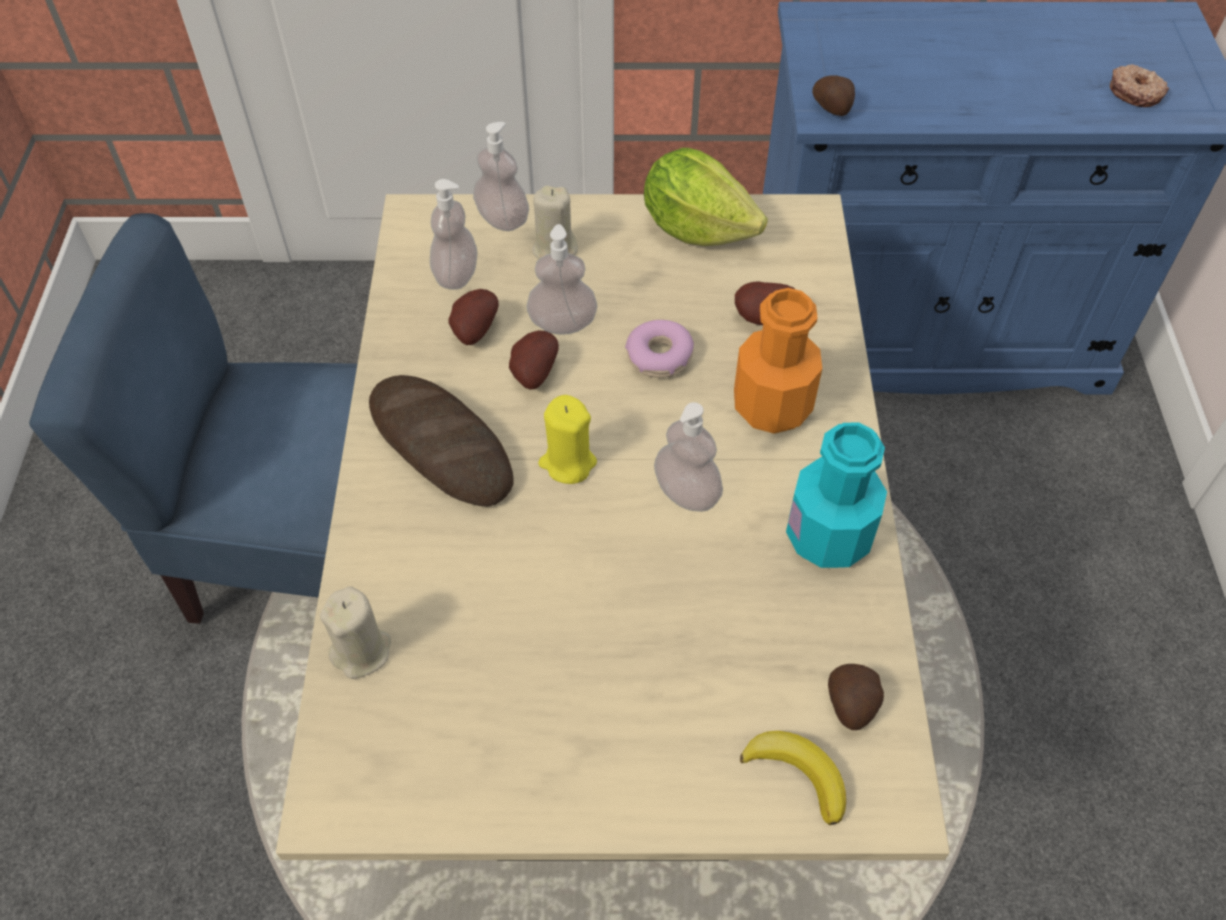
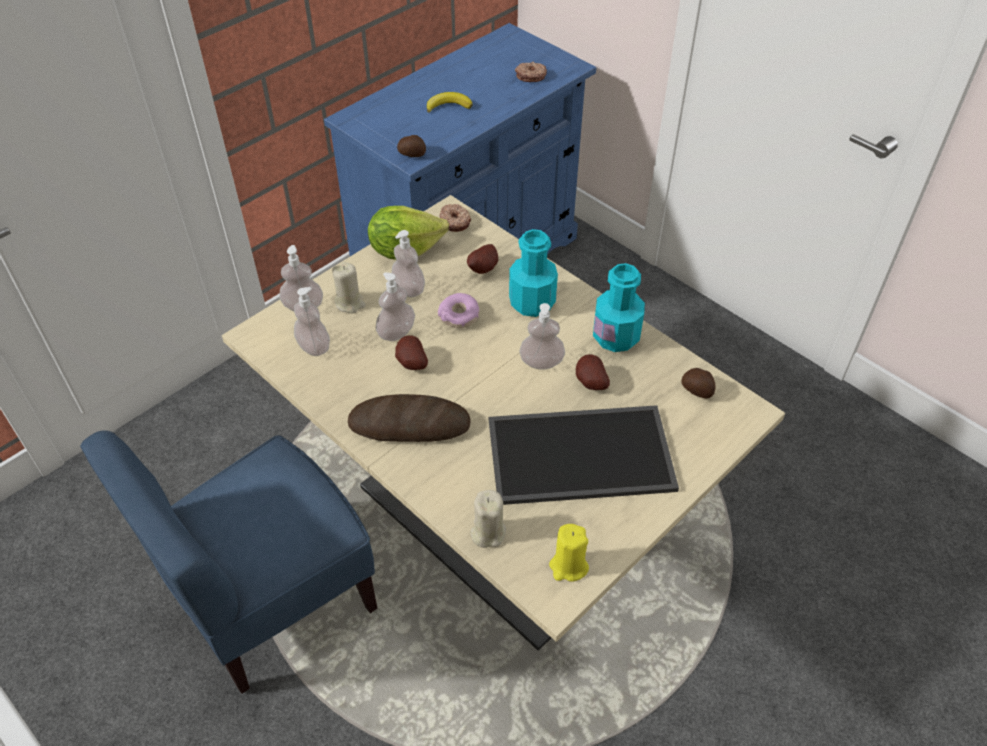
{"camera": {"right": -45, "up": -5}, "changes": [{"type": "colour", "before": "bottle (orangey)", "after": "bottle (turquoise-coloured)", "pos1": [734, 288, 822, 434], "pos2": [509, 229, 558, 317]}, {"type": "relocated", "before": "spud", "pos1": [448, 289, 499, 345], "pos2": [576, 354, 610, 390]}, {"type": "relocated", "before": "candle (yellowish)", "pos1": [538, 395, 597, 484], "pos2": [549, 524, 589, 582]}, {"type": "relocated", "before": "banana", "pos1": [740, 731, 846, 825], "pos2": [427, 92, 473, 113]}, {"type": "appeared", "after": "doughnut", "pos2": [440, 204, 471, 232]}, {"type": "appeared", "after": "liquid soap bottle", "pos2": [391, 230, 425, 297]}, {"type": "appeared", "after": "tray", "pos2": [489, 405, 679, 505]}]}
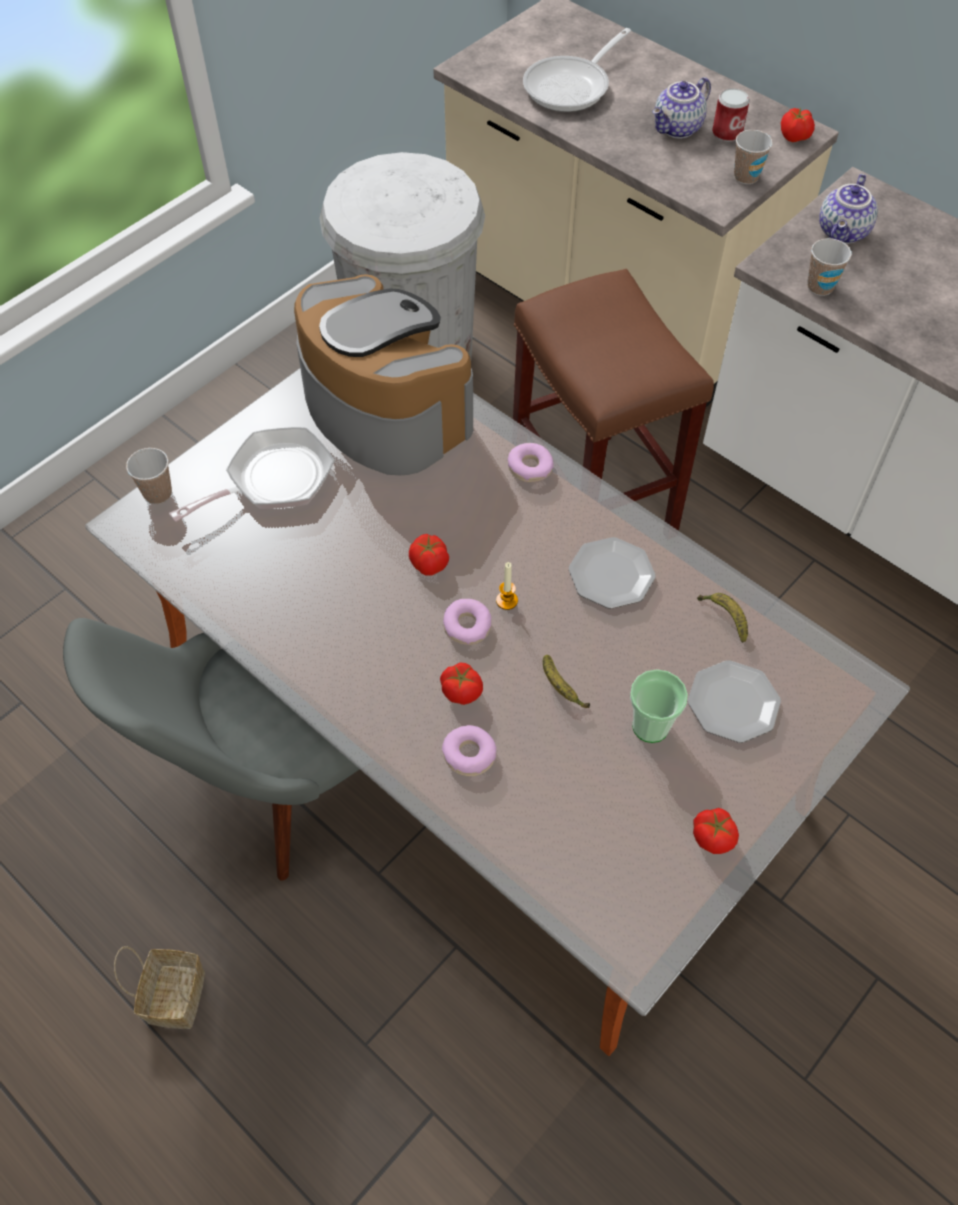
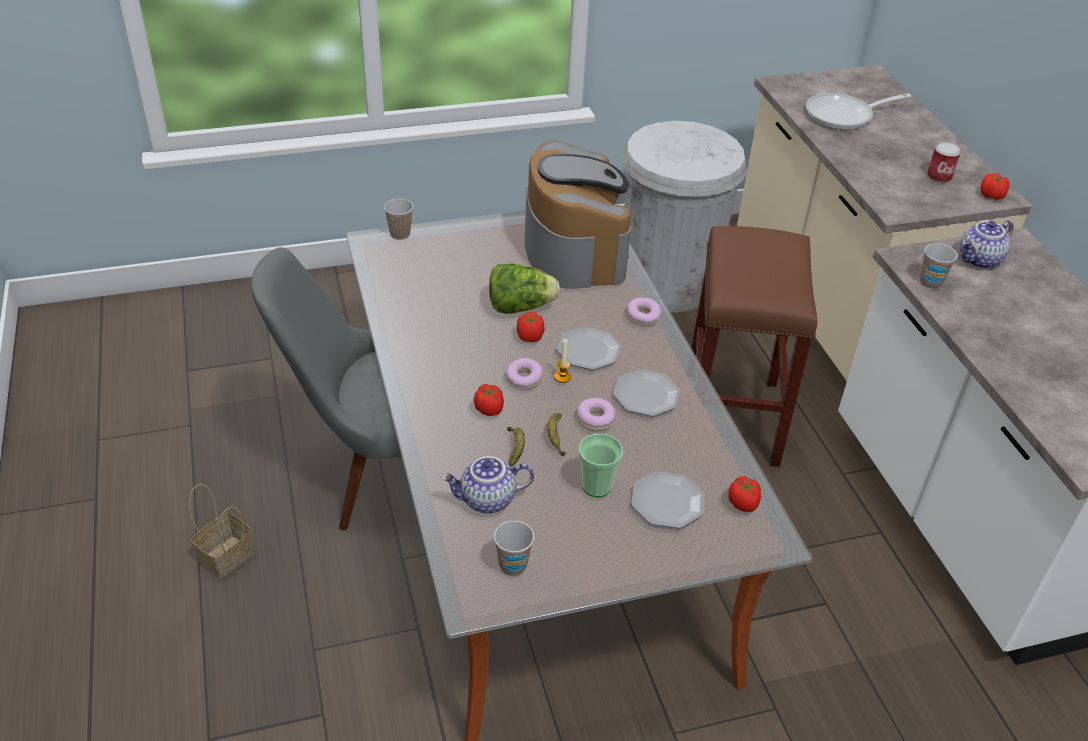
{"camera": {"right": 30, "up": -15}, "changes": [{"type": "relocated", "before": "tea pot", "pos1": [653, 77, 711, 138], "pos2": [441, 456, 534, 513]}, {"type": "relocated", "before": "small cup", "pos1": [734, 130, 773, 184], "pos2": [494, 521, 534, 576]}, {"type": "missing", "before": "skillet", "pos1": [169, 427, 335, 522]}, {"type": "relocated", "before": "banana", "pos1": [697, 593, 748, 643], "pos2": [507, 427, 525, 467]}, {"type": "relocated", "before": "doughnut", "pos1": [442, 725, 496, 776], "pos2": [577, 398, 616, 430]}, {"type": "relocated", "before": "tomato", "pos1": [693, 808, 739, 854], "pos2": [728, 476, 761, 512]}, {"type": "appeared", "after": "lettuce", "pos2": [489, 264, 560, 314]}, {"type": "appeared", "after": "dinner plate", "pos2": [556, 327, 622, 370]}]}
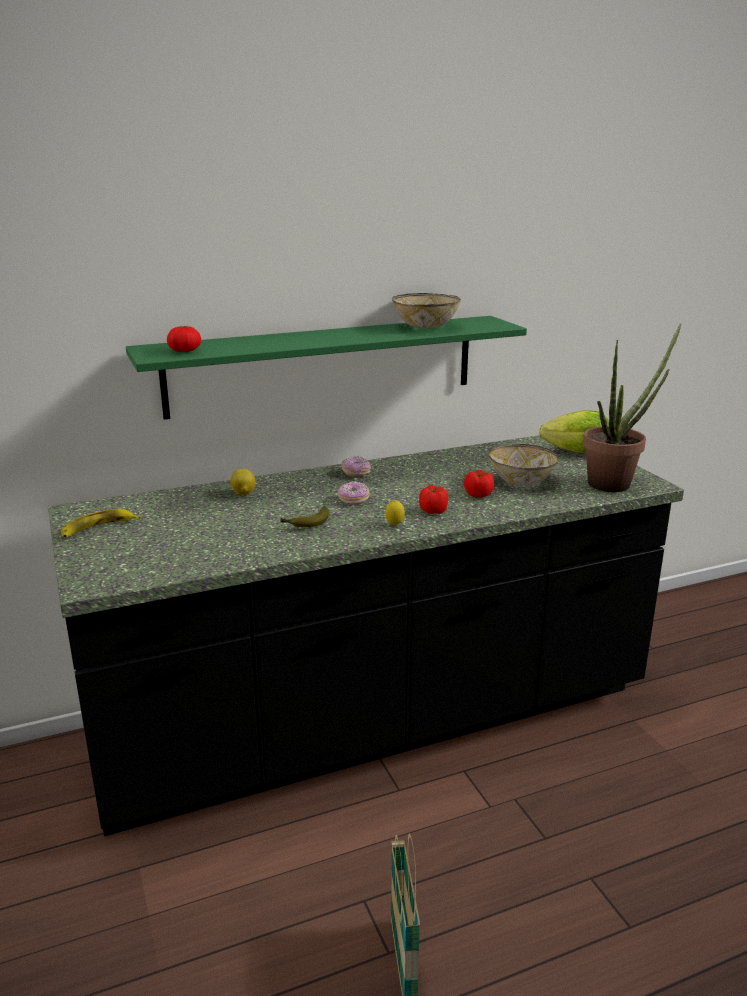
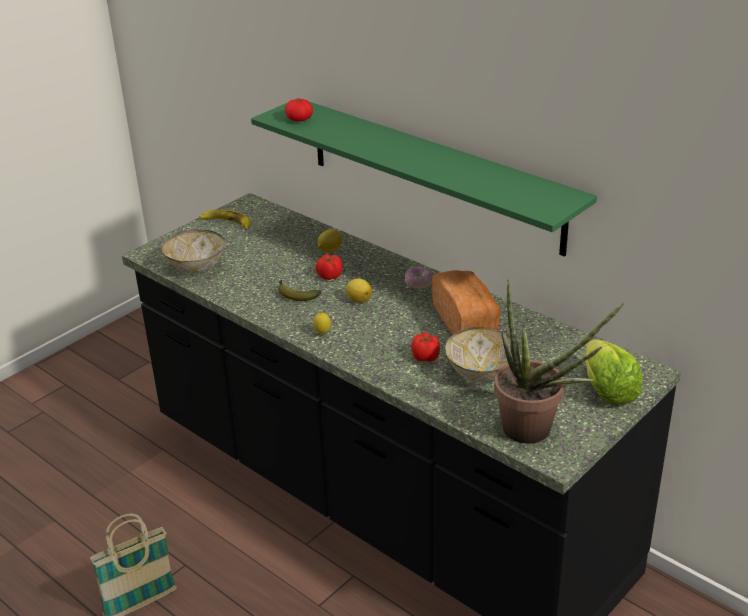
{"camera": {"right": 65, "up": 10}, "changes": [{"type": "relocated", "before": "serving bowl", "pos1": [392, 293, 461, 328], "pos2": [161, 229, 225, 273]}, {"type": "exchanged", "before": "doughnut", "after": "whole lemon", "pos1": [338, 481, 369, 505], "pos2": [346, 278, 372, 303]}, {"type": "relocated", "before": "tomato", "pos1": [419, 485, 448, 514], "pos2": [316, 254, 343, 280]}, {"type": "appeared", "after": "bread", "pos2": [432, 270, 500, 335]}]}
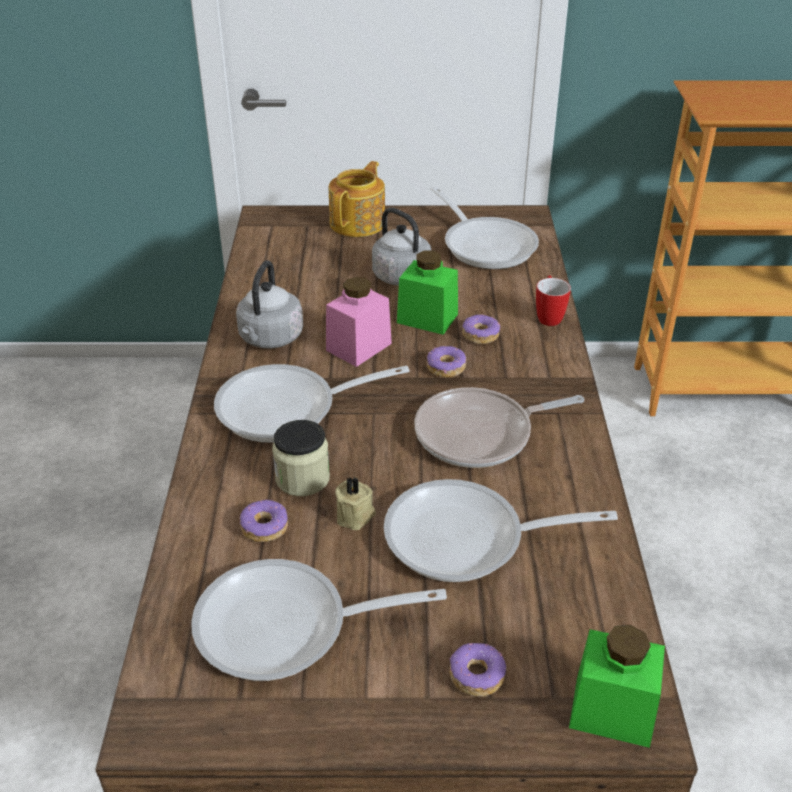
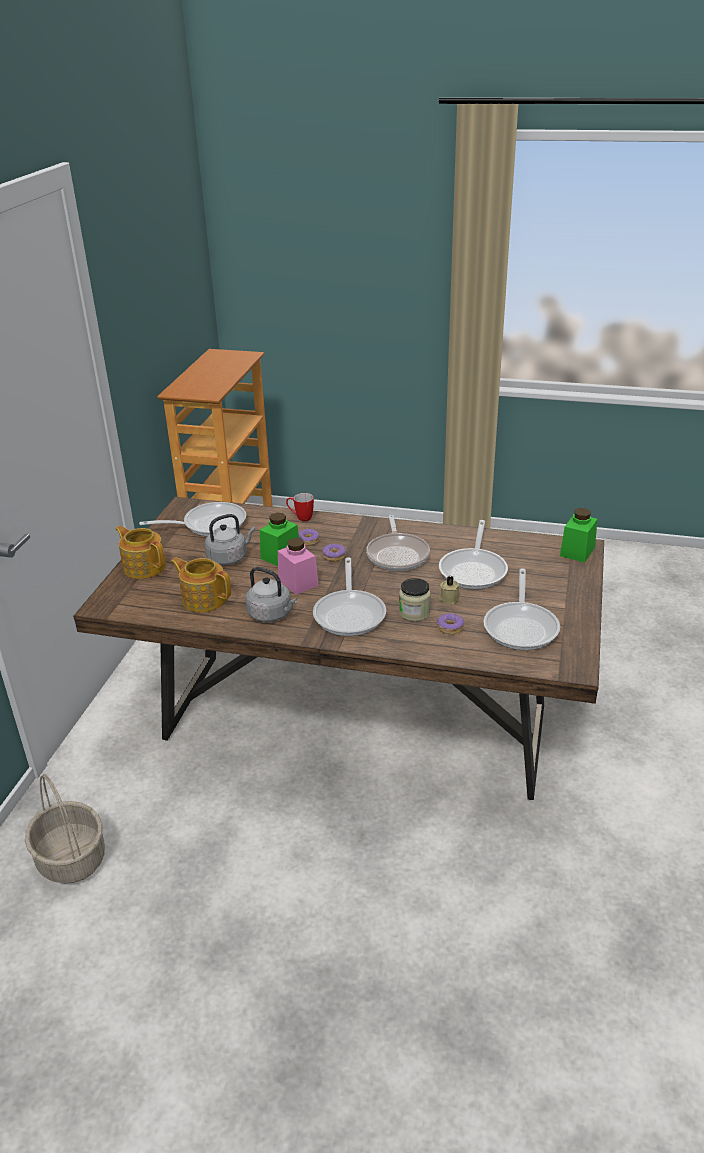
{"camera": {"right": -75, "up": -5}, "changes": [{"type": "missing", "before": "doughnut", "pos1": [449, 643, 506, 697]}, {"type": "appeared", "after": "tea pot", "pos2": [171, 558, 231, 612]}, {"type": "appeared", "after": "storage basket", "pos2": [25, 774, 105, 884]}]}
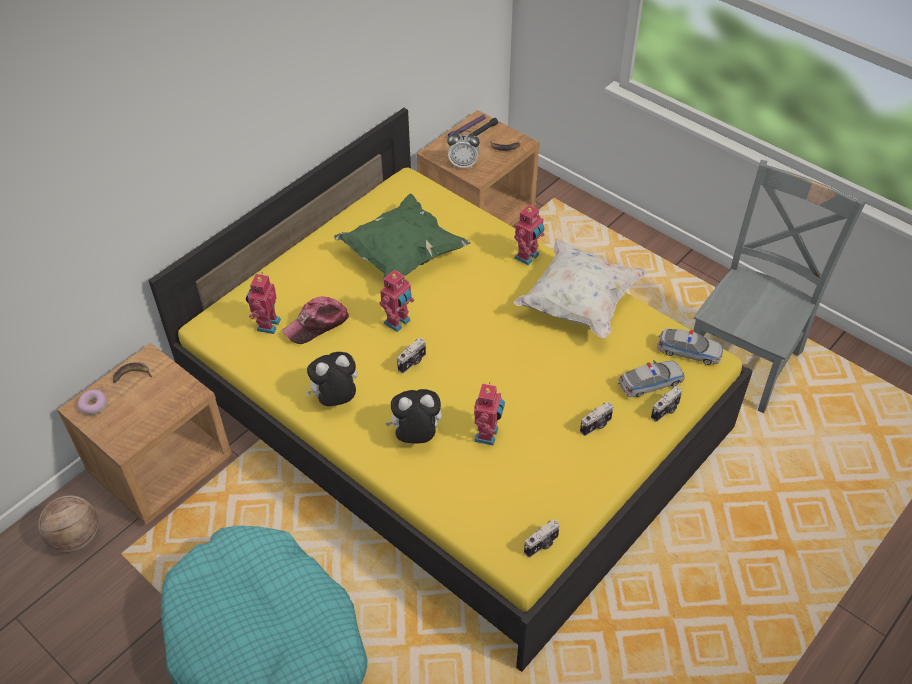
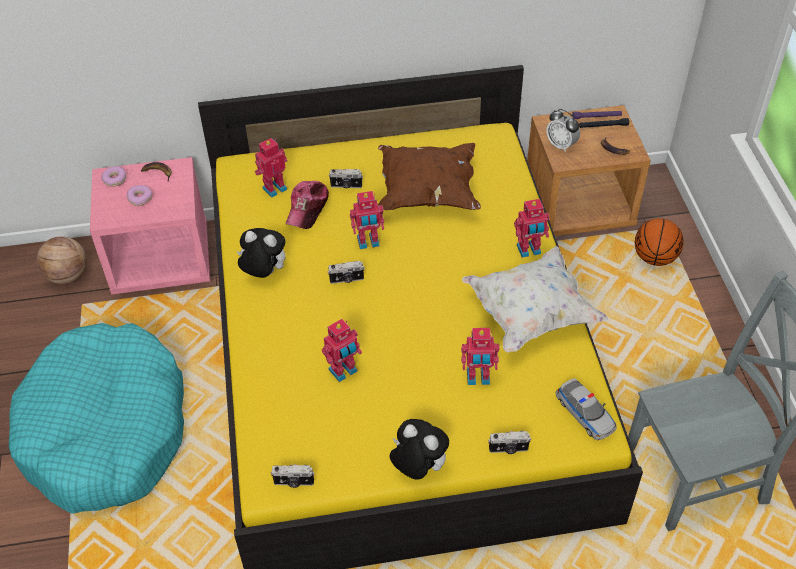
{"camera": {"right": 40, "up": 0}, "changes": [{"type": "colour", "before": "pillow (green-coloured)", "after": "pillow (brown)", "pos1": [334, 194, 471, 278], "pos2": [378, 143, 481, 210]}, {"type": "spun", "before": "peaked cap", "pos1": [282, 296, 349, 344], "pos2": [286, 181, 329, 229], "turn": -75}, {"type": "colour", "before": "nightstand (brown)", "after": "nightstand (pink)", "pos1": [57, 343, 233, 525], "pos2": [90, 157, 210, 295]}, {"type": "missing", "before": "miniature car", "pos1": [618, 360, 685, 397]}, {"type": "relocated", "before": "cuddly toy", "pos1": [385, 389, 442, 444], "pos2": [390, 419, 449, 480]}, {"type": "relocated", "before": "photo camera", "pos1": [580, 402, 613, 436], "pos2": [329, 169, 363, 188]}, {"type": "appeared", "after": "doughnut", "pos2": [127, 185, 153, 206]}, {"type": "appeared", "after": "ball for basketball", "pos2": [635, 218, 684, 266]}, {"type": "appeared", "after": "model robot", "pos2": [461, 328, 500, 385]}]}
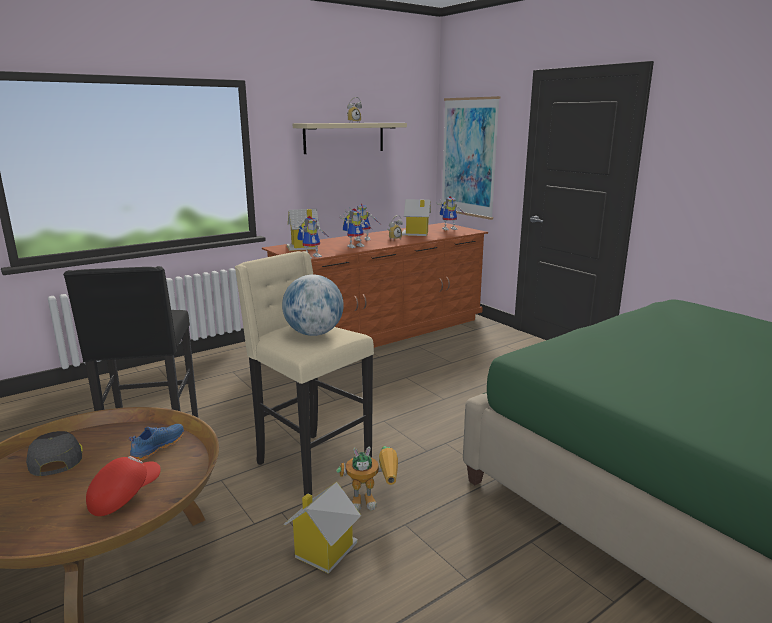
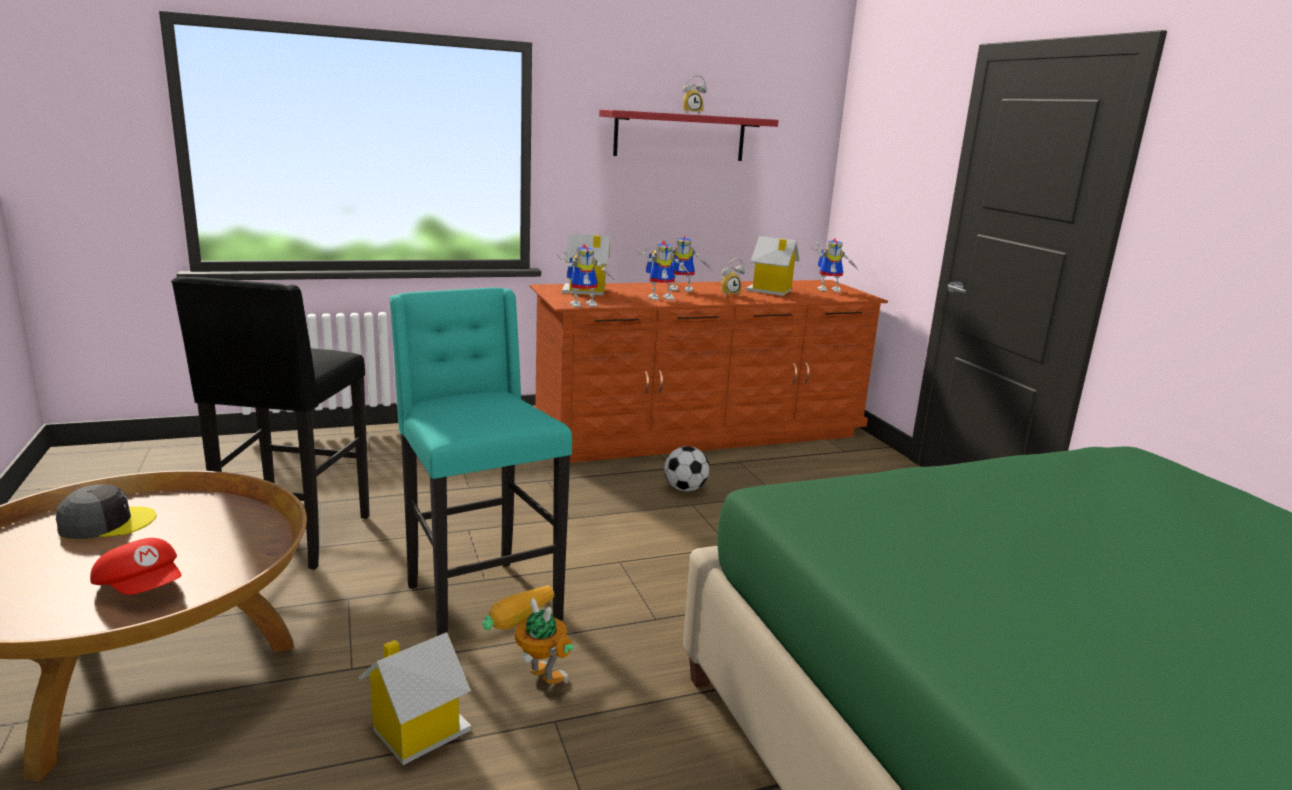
{"camera": {"right": 15, "up": 0}, "changes": [{"type": "missing", "before": "wall art", "pos1": [442, 96, 500, 220]}, {"type": "colour", "before": "shelf (beige)", "after": "shelf (reddish)", "pos1": [293, 123, 407, 154], "pos2": [599, 109, 778, 161]}, {"type": "colour", "before": "stool seat (beige)", "after": "stool seat (turquoise-coloured)", "pos1": [235, 251, 374, 496], "pos2": [389, 287, 572, 636]}, {"type": "missing", "before": "globe", "pos1": [282, 274, 344, 336]}, {"type": "missing", "before": "low shoe (blue)", "pos1": [129, 424, 184, 461]}, {"type": "spun", "before": "peaked cap (greyish)", "pos1": [26, 431, 83, 476], "pos2": [56, 484, 156, 539], "turn": 75}, {"type": "spun", "before": "model robot", "pos1": [336, 446, 398, 511], "pos2": [482, 585, 574, 684], "turn": -150}, {"type": "spun", "before": "peaked cap (reddish)", "pos1": [86, 456, 161, 516], "pos2": [90, 538, 181, 595], "turn": 75}, {"type": "appeared", "after": "football ball", "pos2": [664, 446, 709, 491]}]}
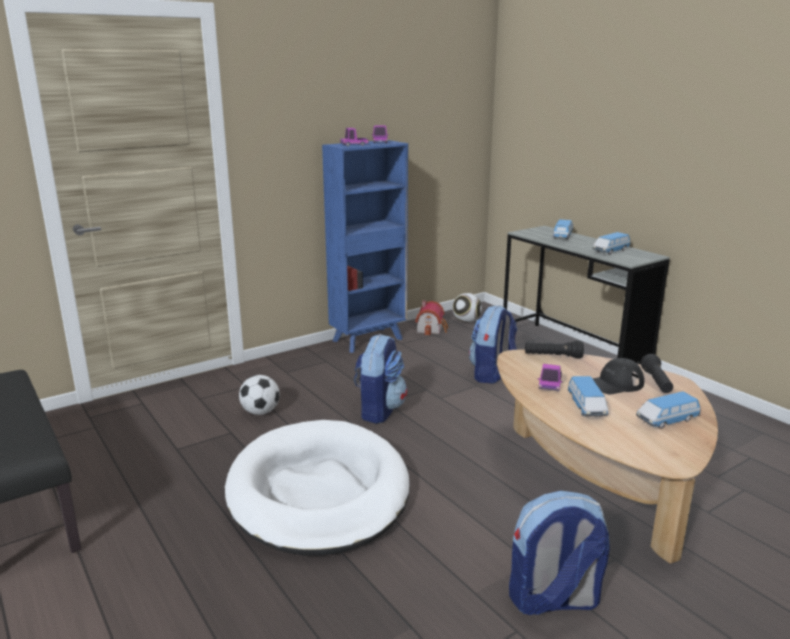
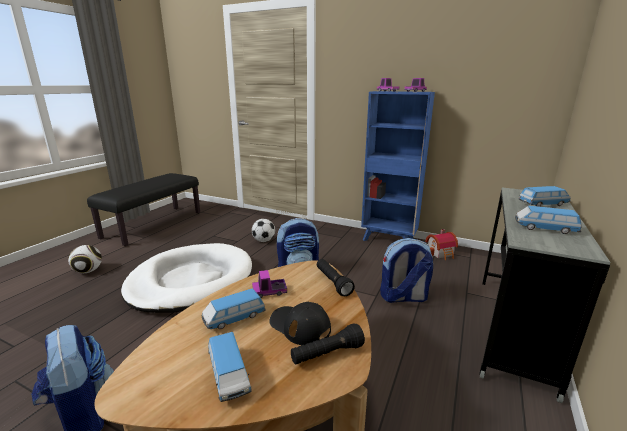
{"camera": {"right": 60, "up": 0}, "changes": [{"type": "relocated", "before": "football ball", "pos1": [452, 293, 482, 322], "pos2": [68, 245, 102, 273]}, {"type": "spun", "before": "miniature car", "pos1": [636, 391, 701, 429], "pos2": [208, 332, 252, 402], "turn": -150}]}
